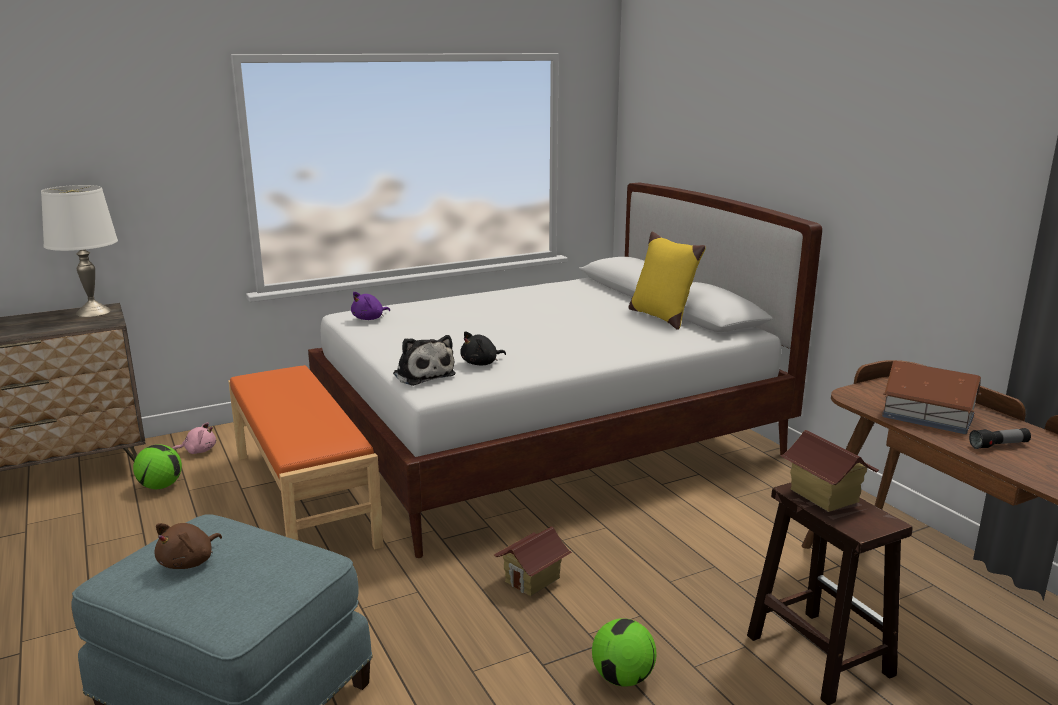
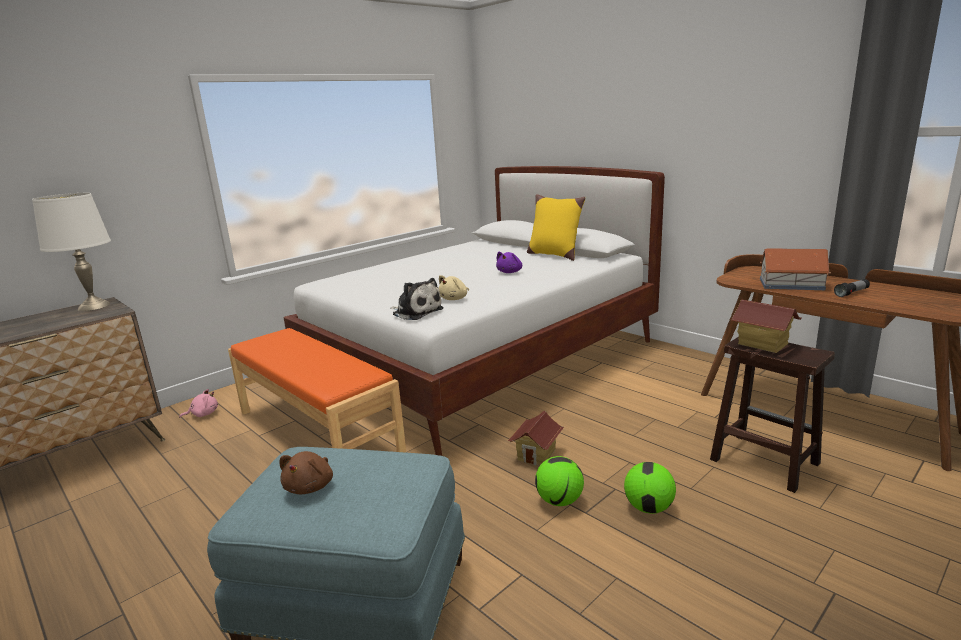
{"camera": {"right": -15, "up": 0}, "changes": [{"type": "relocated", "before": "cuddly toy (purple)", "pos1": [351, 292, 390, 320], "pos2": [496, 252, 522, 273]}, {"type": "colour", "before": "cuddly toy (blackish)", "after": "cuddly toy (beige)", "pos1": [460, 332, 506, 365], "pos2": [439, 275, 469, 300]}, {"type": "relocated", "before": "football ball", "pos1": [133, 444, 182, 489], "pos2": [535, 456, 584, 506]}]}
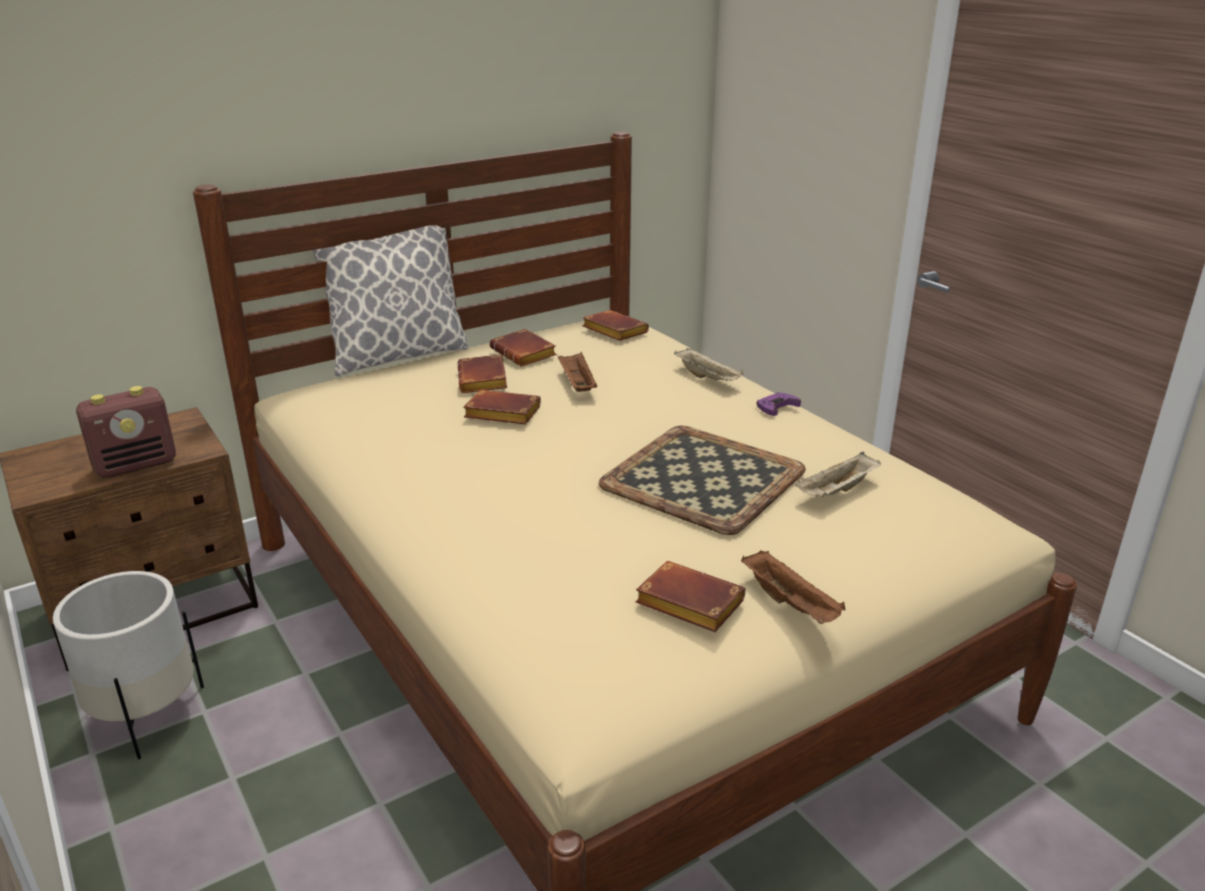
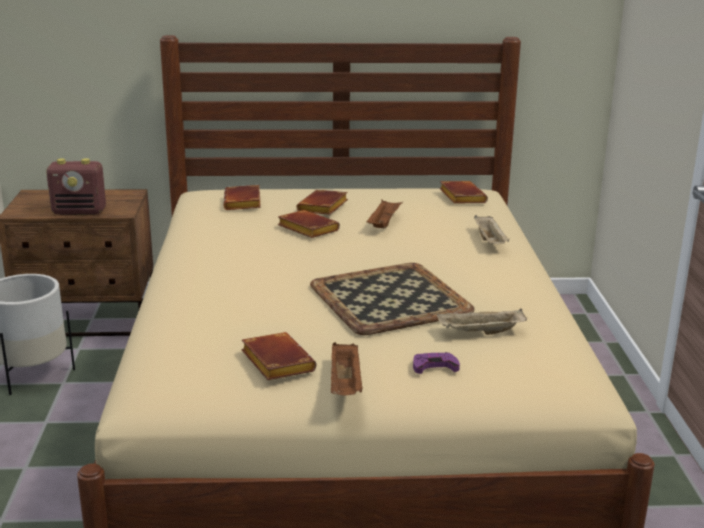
{"camera": {"right": 30, "up": -5}, "changes": [{"type": "missing", "before": "pillow", "pos1": [312, 225, 469, 376]}, {"type": "relocated", "before": "volume (brown)", "pos1": [490, 329, 557, 367], "pos2": [224, 185, 260, 210]}, {"type": "relocated", "before": "game controller (purple)", "pos1": [757, 392, 801, 416], "pos2": [413, 352, 460, 374]}]}
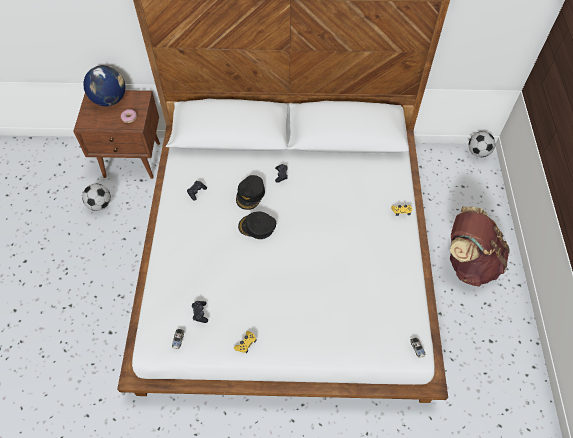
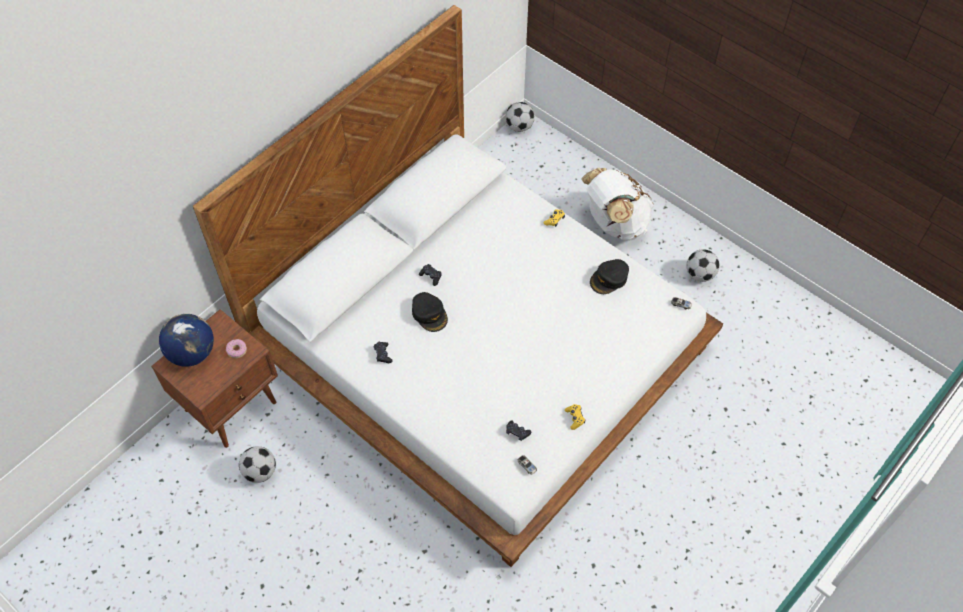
{"camera": {"right": -50, "up": 0}, "changes": [{"type": "colour", "before": "knapsack (brown)", "after": "knapsack (white)", "pos1": [450, 207, 510, 287], "pos2": [581, 168, 654, 241]}, {"type": "relocated", "before": "peaked cap (blackish)", "pos1": [238, 212, 276, 239], "pos2": [590, 259, 629, 294]}, {"type": "appeared", "after": "football ball", "pos2": [687, 249, 719, 282]}]}
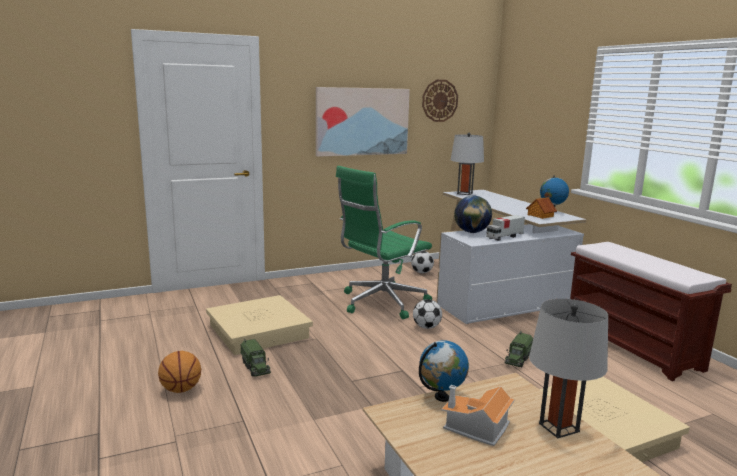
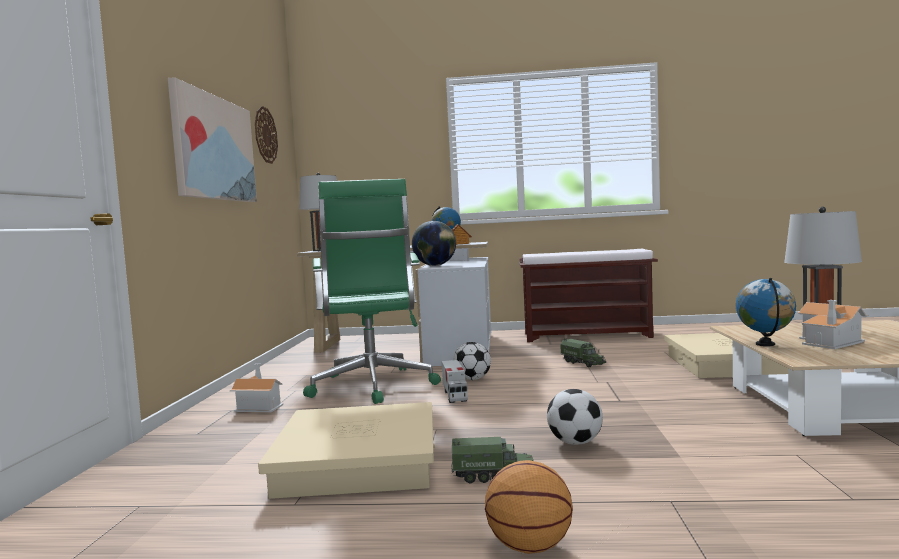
{"camera": {"right": -60, "up": -10}, "changes": [{"type": "relocated", "before": "toy lorry", "pos1": [486, 215, 525, 241], "pos2": [442, 360, 468, 403]}, {"type": "relocated", "before": "football ball", "pos1": [411, 251, 434, 273], "pos2": [547, 389, 603, 445]}, {"type": "appeared", "after": "toy house", "pos2": [230, 363, 283, 413]}]}
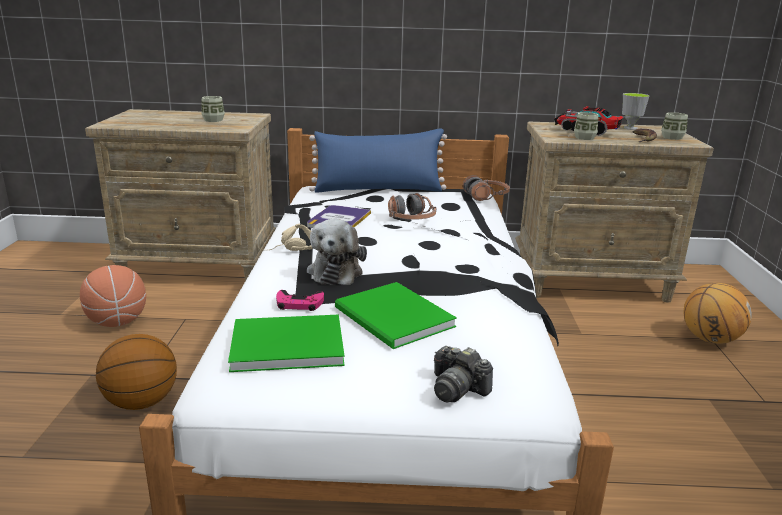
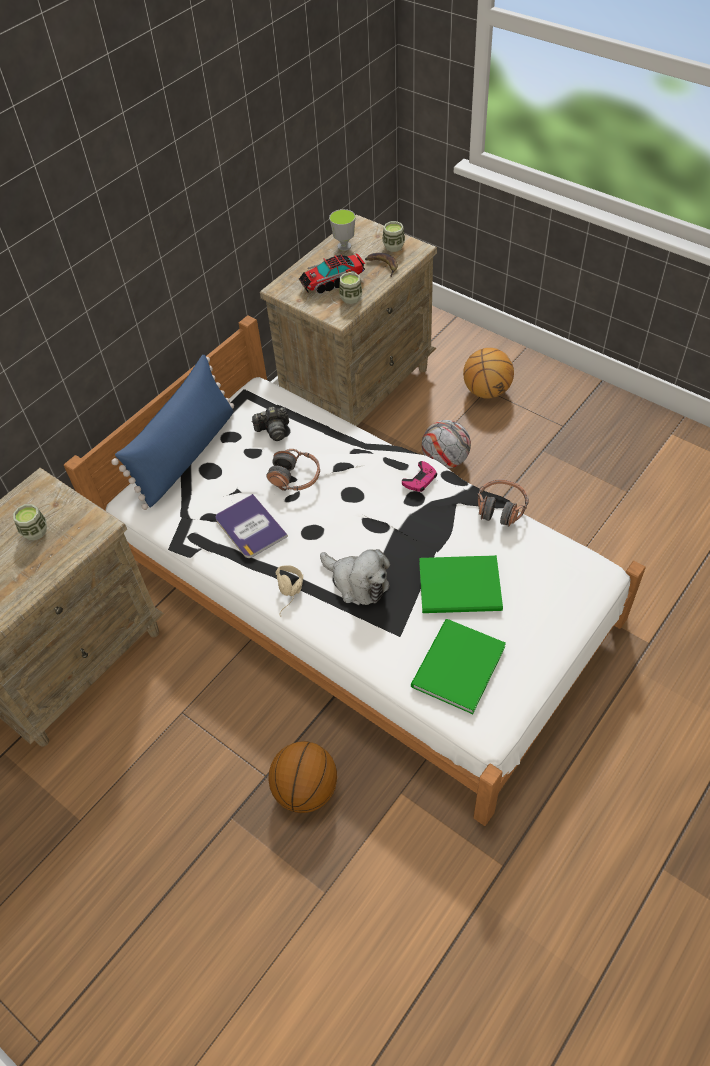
{"camera": {"right": -50, "up": 30}, "changes": [{"type": "relocated", "before": "headphones", "pos1": [463, 175, 510, 201], "pos2": [478, 479, 529, 527]}, {"type": "missing", "before": "ball for basketball", "pos1": [80, 265, 146, 327]}, {"type": "relocated", "before": "game controller (pink)", "pos1": [276, 290, 324, 311], "pos2": [402, 461, 437, 492]}, {"type": "relocated", "before": "photo camera", "pos1": [434, 346, 493, 403], "pos2": [251, 407, 289, 441]}, {"type": "appeared", "after": "football ball", "pos2": [422, 420, 471, 469]}]}
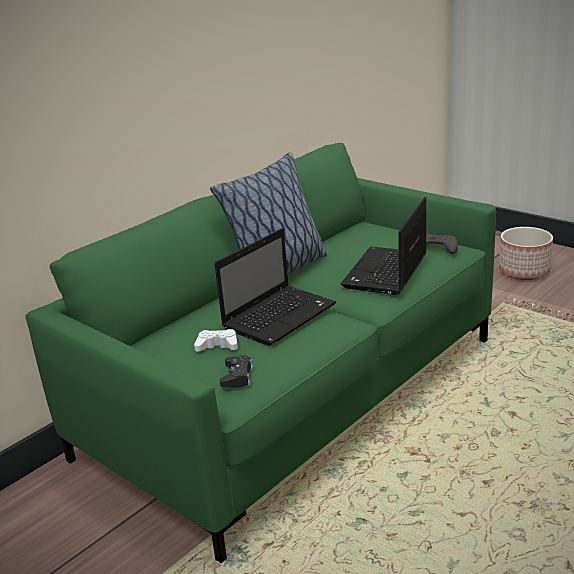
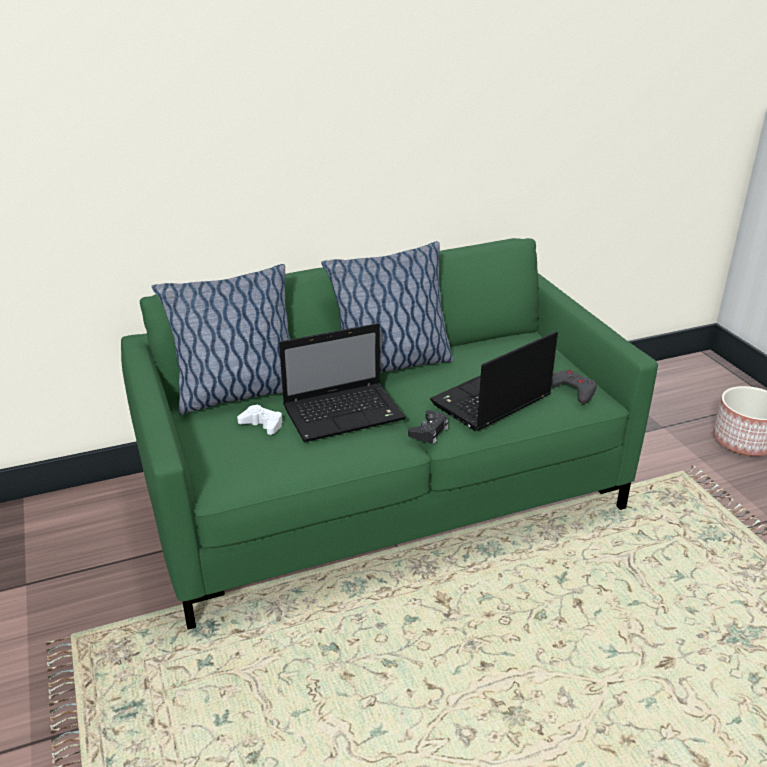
{"camera": {"right": 25, "up": 5}, "changes": [{"type": "relocated", "before": "game controller (blackish)", "pos1": [220, 355, 253, 388], "pos2": [408, 410, 448, 443]}, {"type": "appeared", "after": "pillow", "pos2": [152, 264, 290, 415]}]}
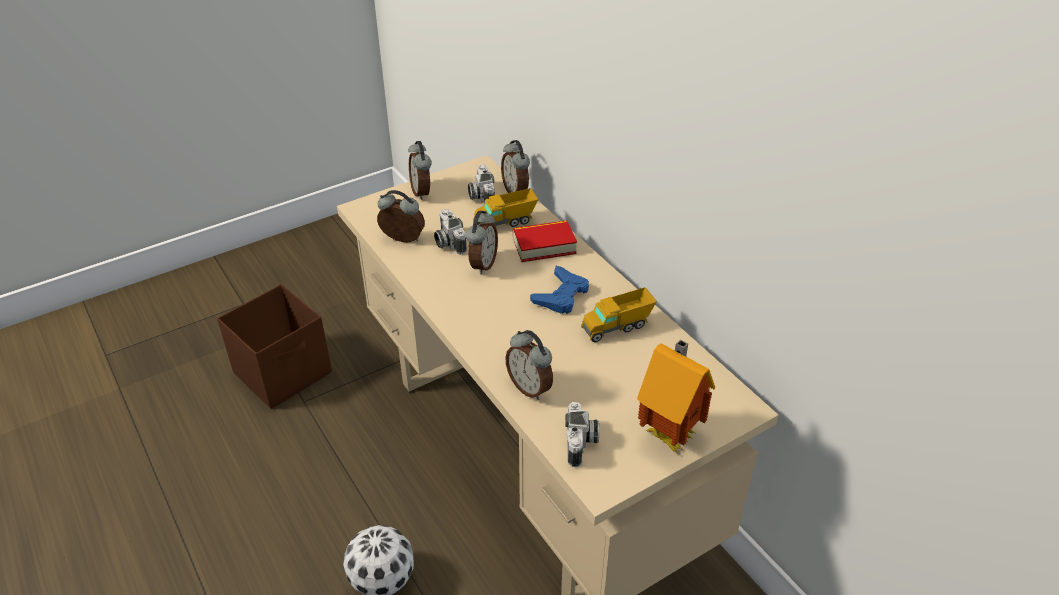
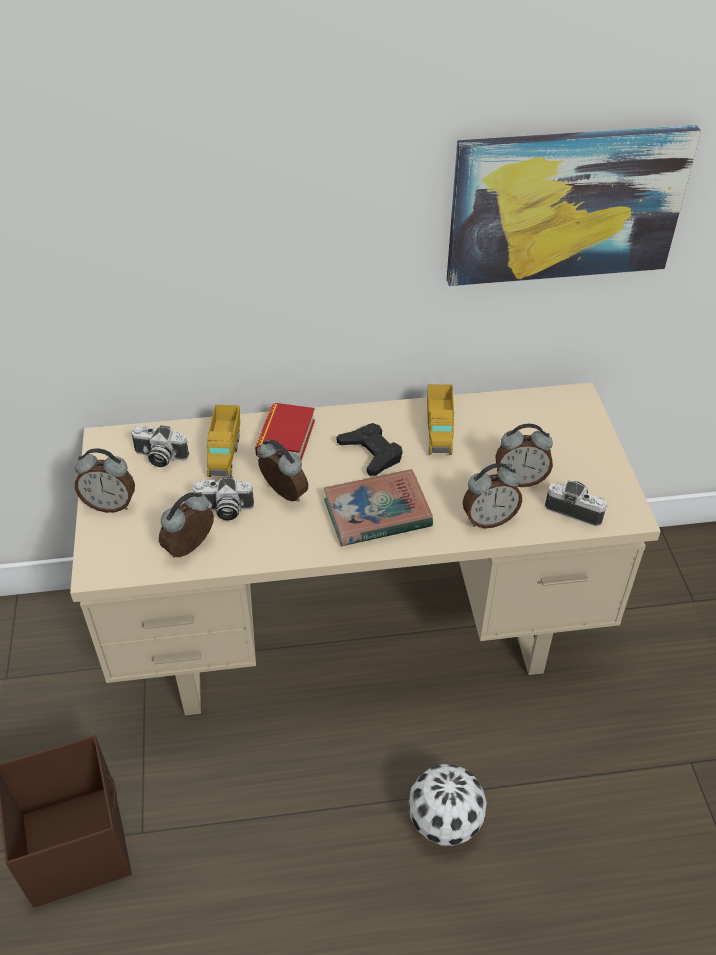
{"camera": {"right": -65, "up": 5}, "changes": [{"type": "relocated", "before": "bedside clock", "pos1": [501, 140, 530, 193], "pos2": [496, 424, 553, 487]}, {"type": "colour", "before": "game controller (blue)", "after": "game controller (blackish)", "pos1": [530, 266, 589, 314], "pos2": [337, 423, 403, 476]}, {"type": "missing", "before": "toy house", "pos1": [637, 339, 715, 452]}, {"type": "appeared", "after": "wall art", "pos2": [447, 125, 701, 286]}, {"type": "appeared", "after": "volume", "pos2": [324, 469, 433, 546]}]}
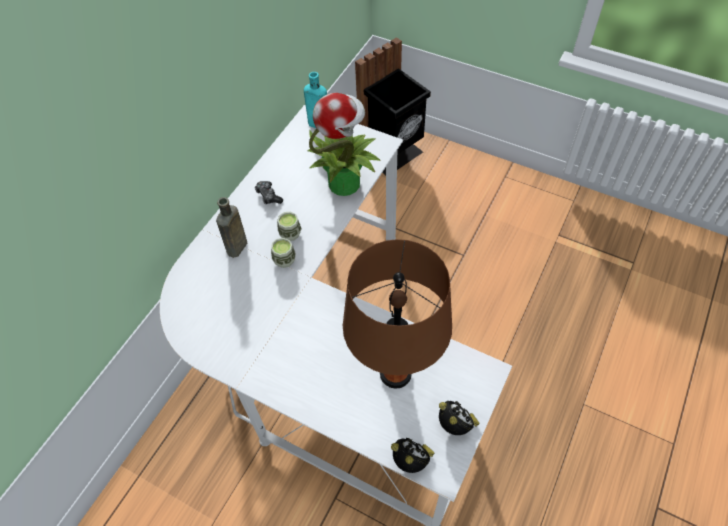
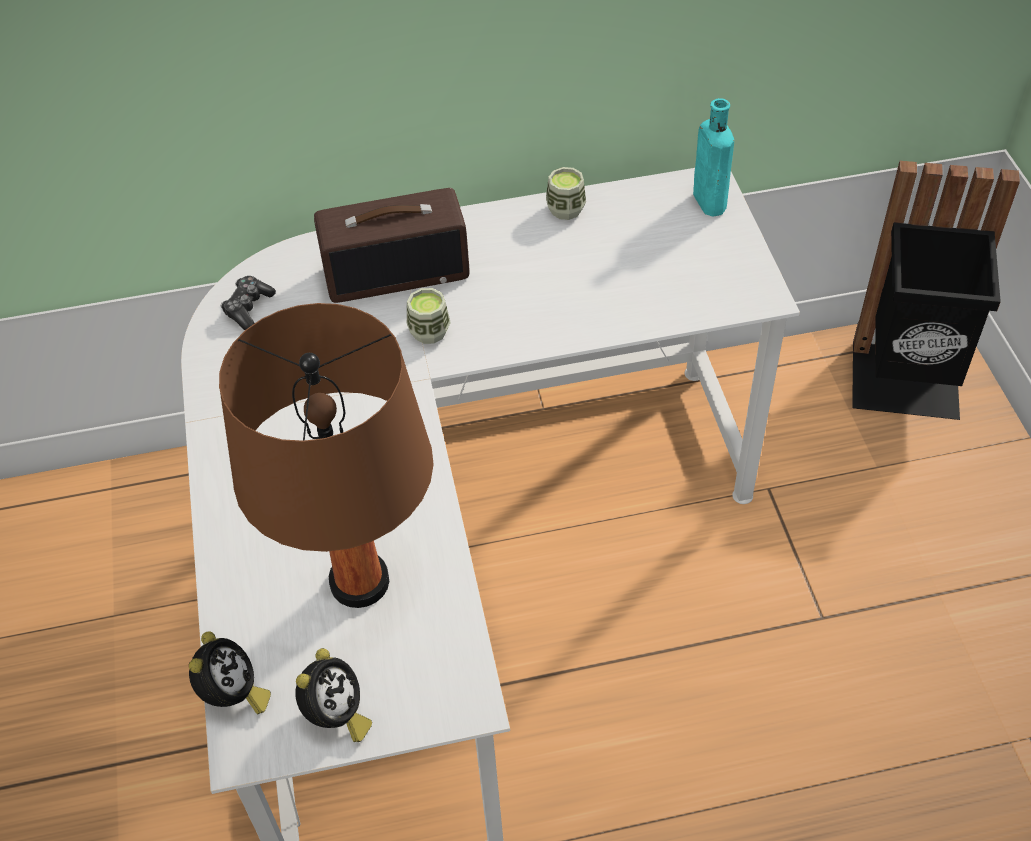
{"camera": {"right": 50, "up": -5}, "changes": [{"type": "missing", "before": "houseplant", "pos1": [307, 93, 380, 196]}, {"type": "relocated", "before": "game controller", "pos1": [254, 181, 283, 205], "pos2": [221, 276, 276, 330]}, {"type": "exchanged", "before": "bottle (brown)", "after": "radio receiver", "pos1": [216, 197, 247, 258], "pos2": [314, 188, 470, 303]}, {"type": "relocated", "before": "small cup", "pos1": [277, 212, 302, 241], "pos2": [546, 167, 586, 220]}]}
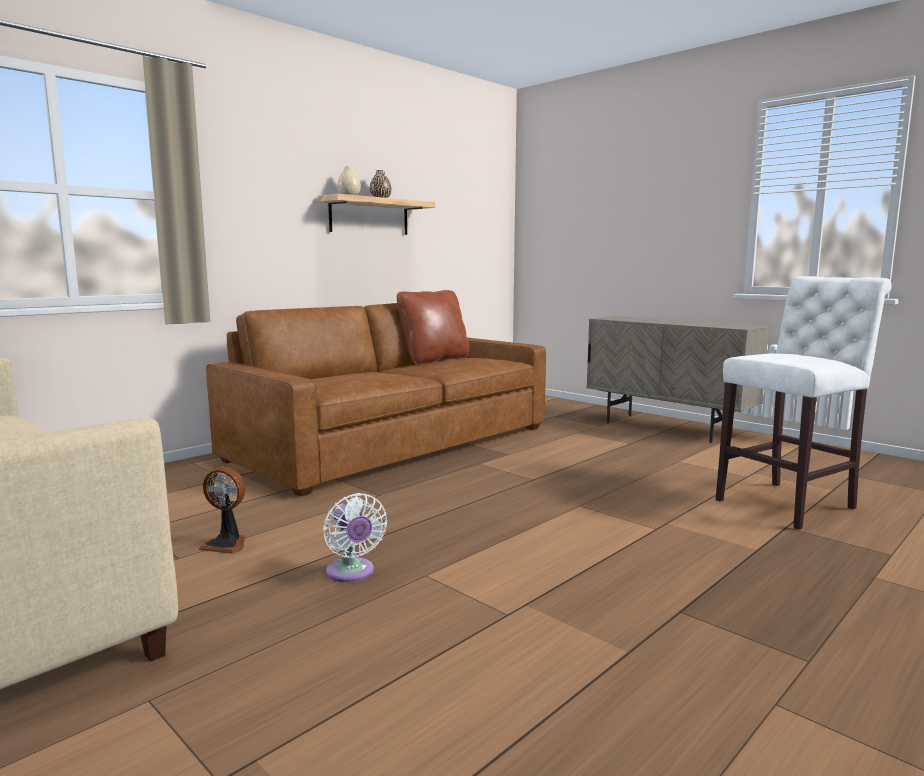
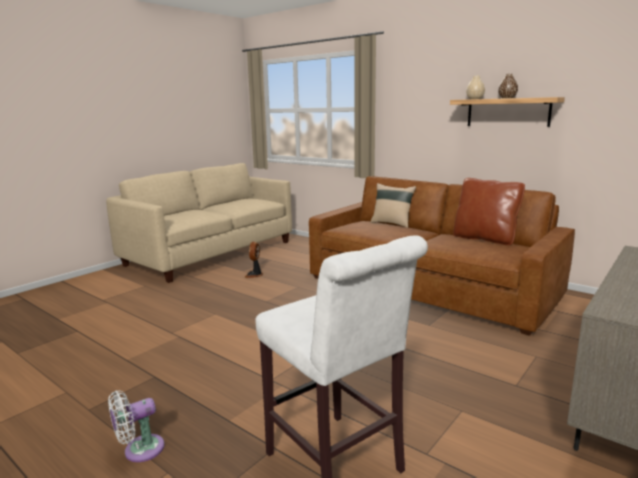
{"camera": {"right": 85, "up": 5}, "changes": [{"type": "relocated", "before": "fan (white)", "pos1": [323, 493, 387, 582], "pos2": [108, 391, 165, 462]}, {"type": "appeared", "after": "pillow (beige)", "pos2": [370, 183, 416, 228]}]}
